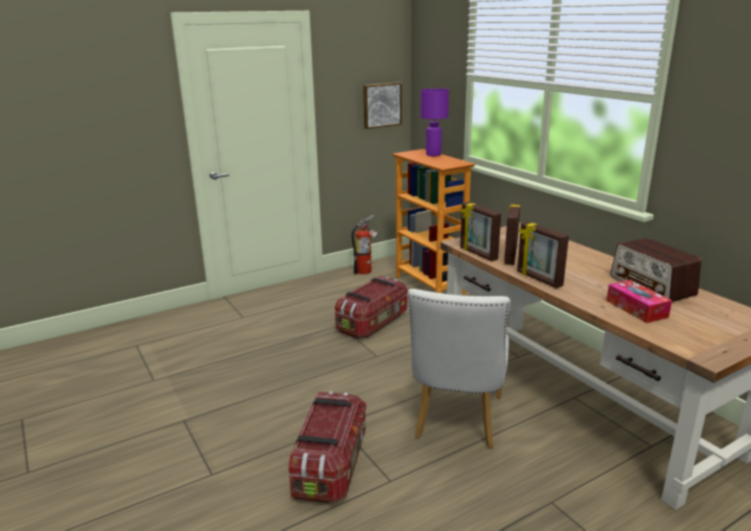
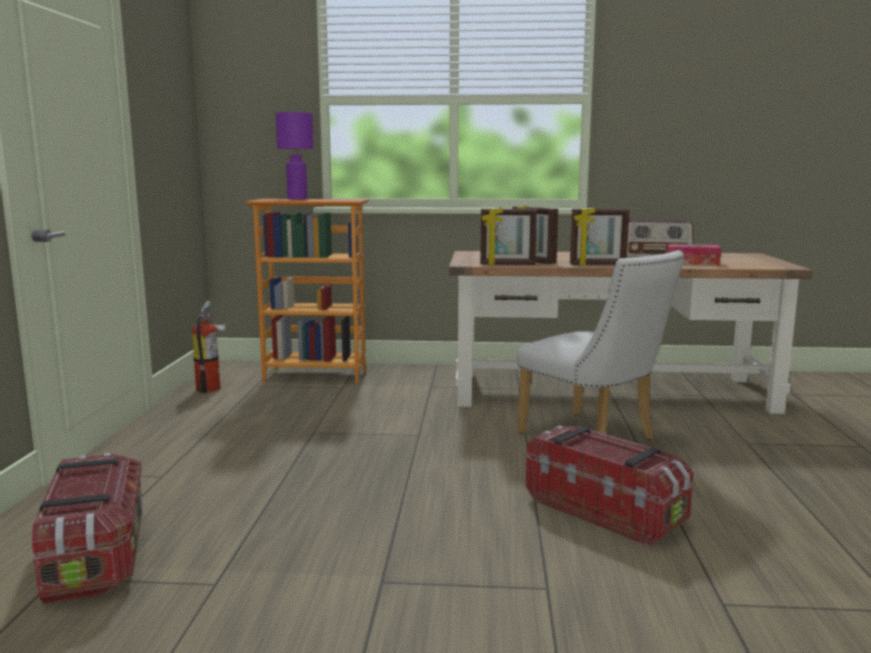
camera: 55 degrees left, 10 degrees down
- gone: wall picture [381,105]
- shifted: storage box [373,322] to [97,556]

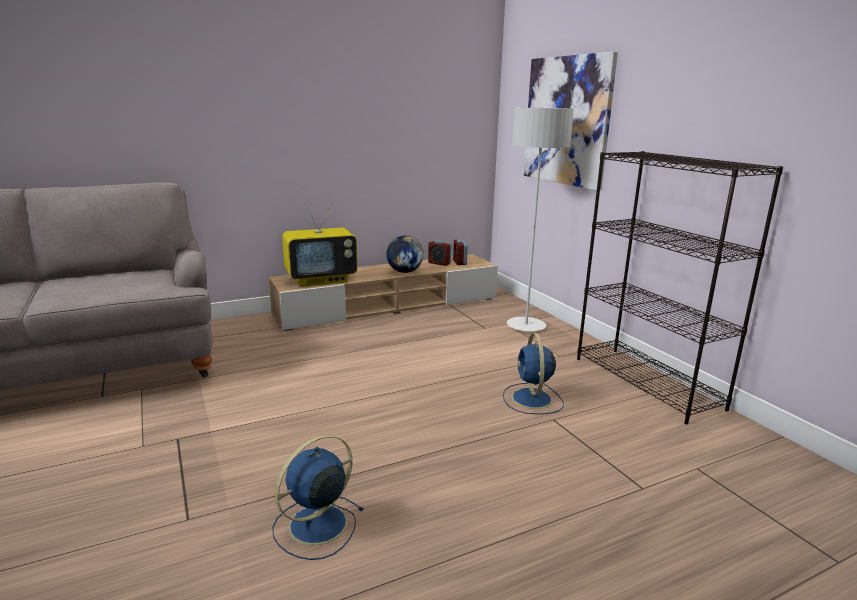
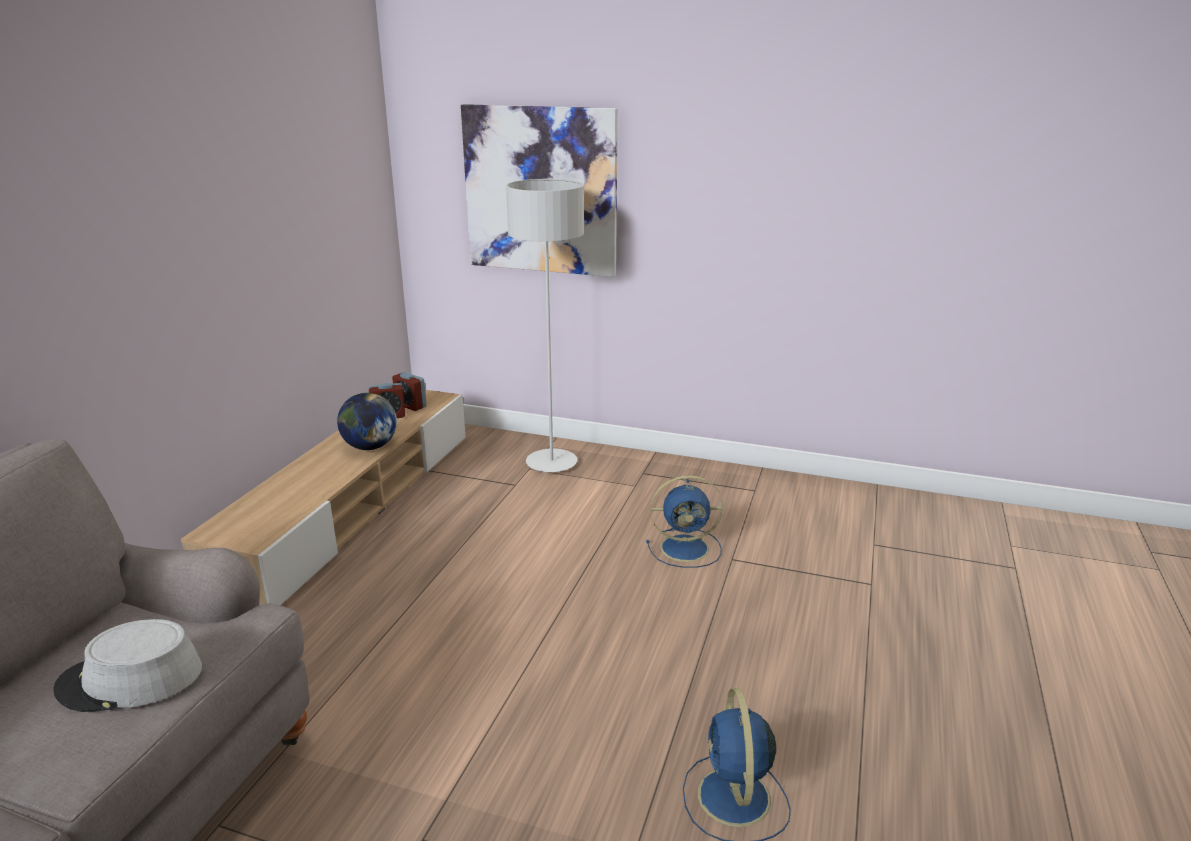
camera: 45 degrees left, 5 degrees up
- gone: black-coloured bookshelf [647,383]
- gone: television [321,280]
- rotated: blue-coloured cooling fan [532,399] = [687,548] 45 degrees counterclockwise
- new: gray wearable hat [130,680]

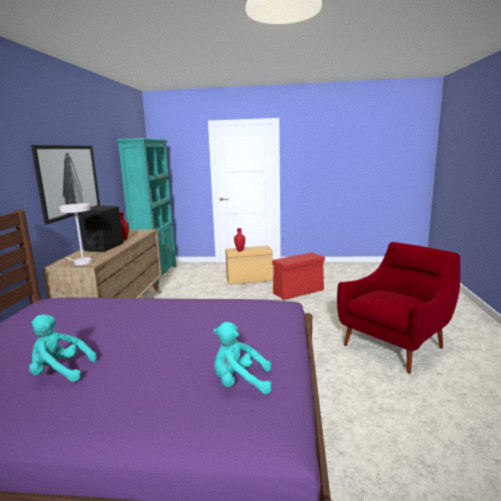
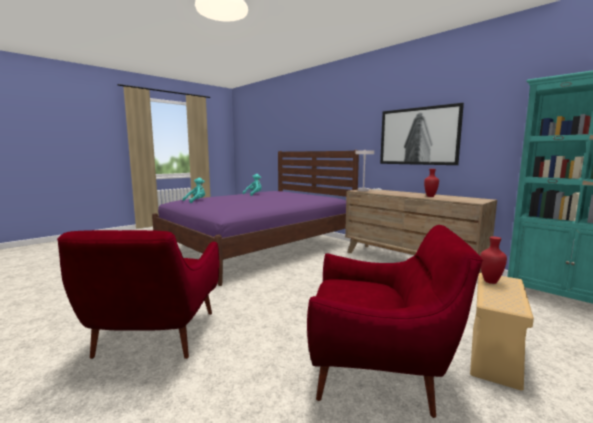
camera: 130 degrees right, 5 degrees down
- gone: black-coloured speaker [104,247]
- swapped: reddish storage box [299,291] to reddish lounge chair [380,371]

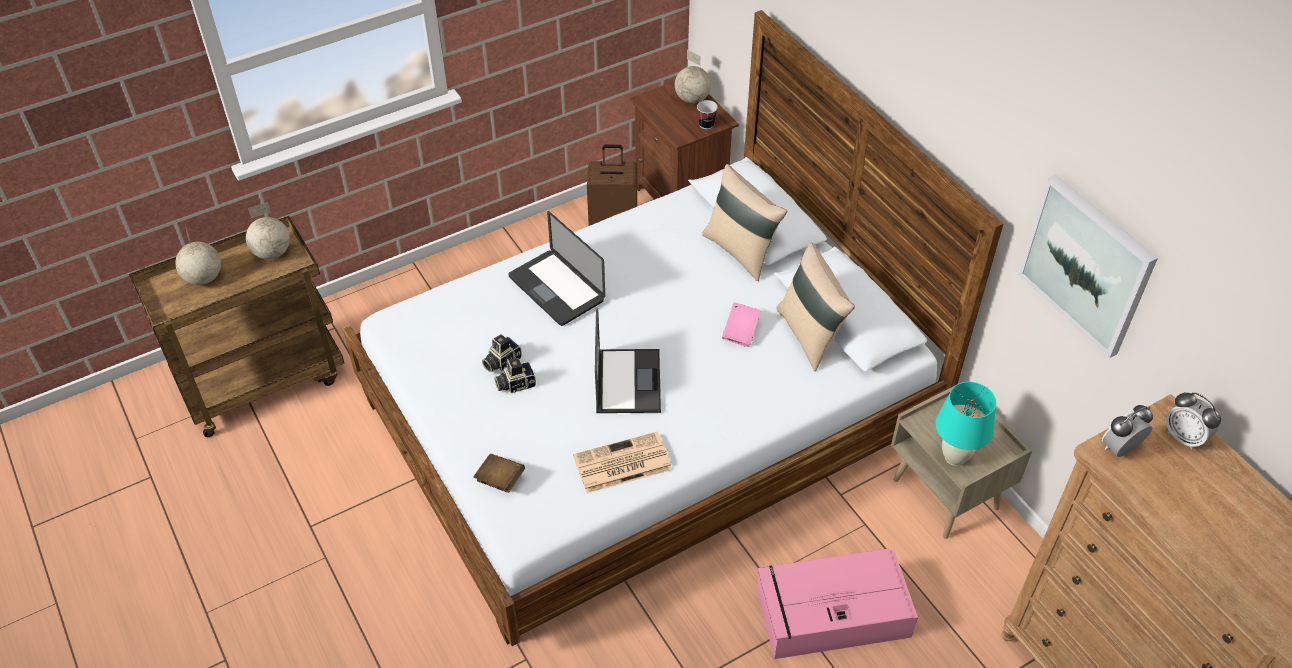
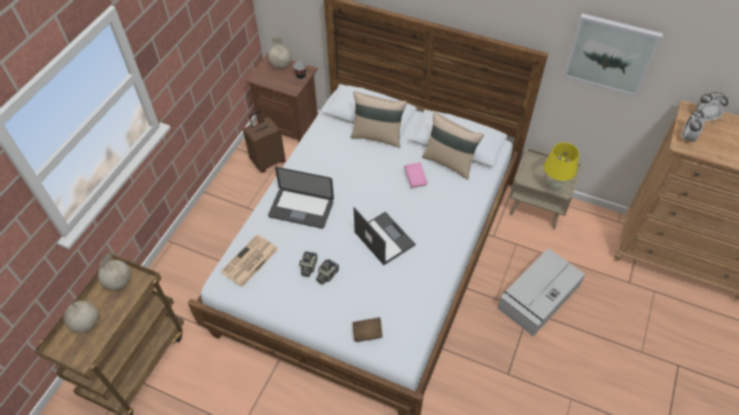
camera: 35 degrees left, 5 degrees up
- repainted: blue-green table lamp [954,458] to yellowish table lamp [554,186]
- shifted: printed paper [621,464] to [249,261]
- repainted: pinkish storage box [830,614] to gray storage box [538,297]

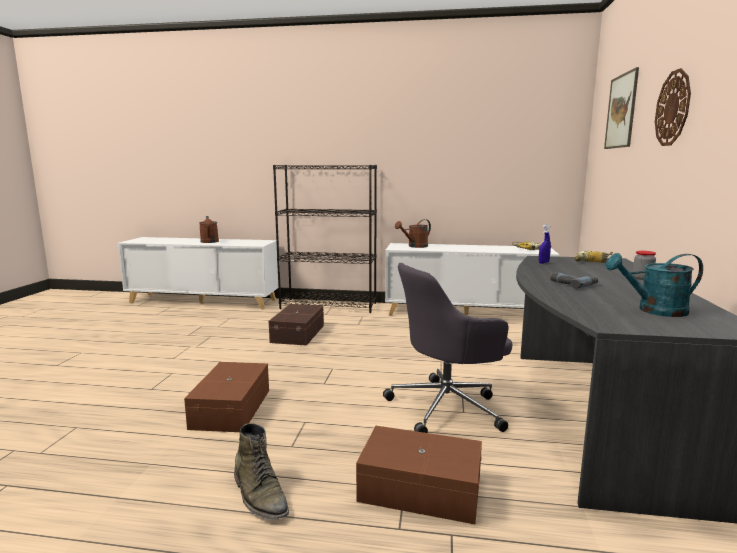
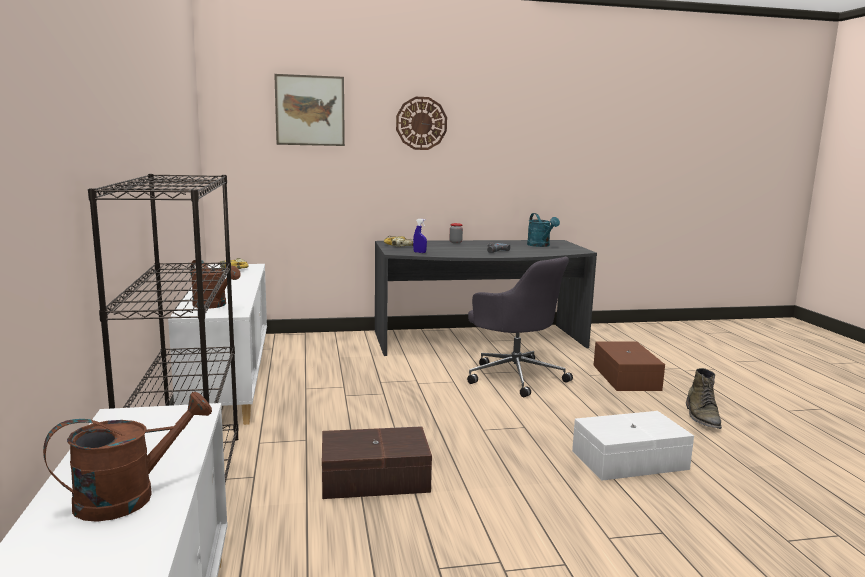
camera: 110 degrees left, 0 degrees up
- repainted: brown-coloured storage box [233,408] to white storage box [627,459]
- rotated: green high-top boot [260,495] = [702,416] 150 degrees clockwise

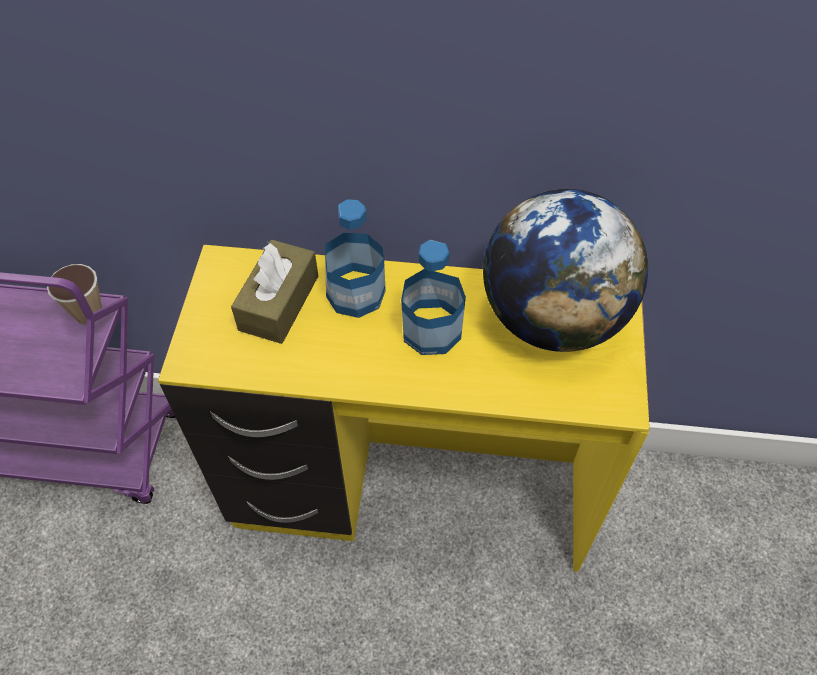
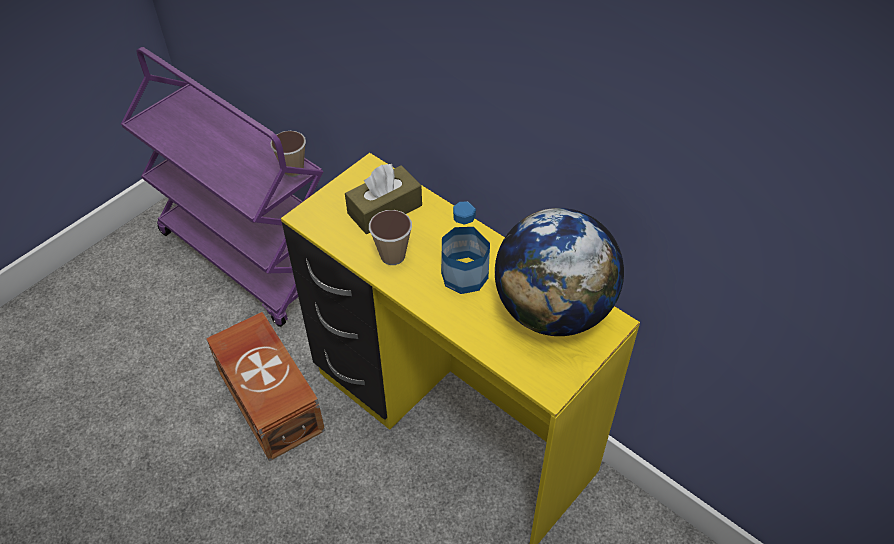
camera: 35 degrees right, 5 degrees down
- gone: beverage bottle [355,293]
- new: drinking cup [392,256]
- new: brown-coloured storage box [271,398]

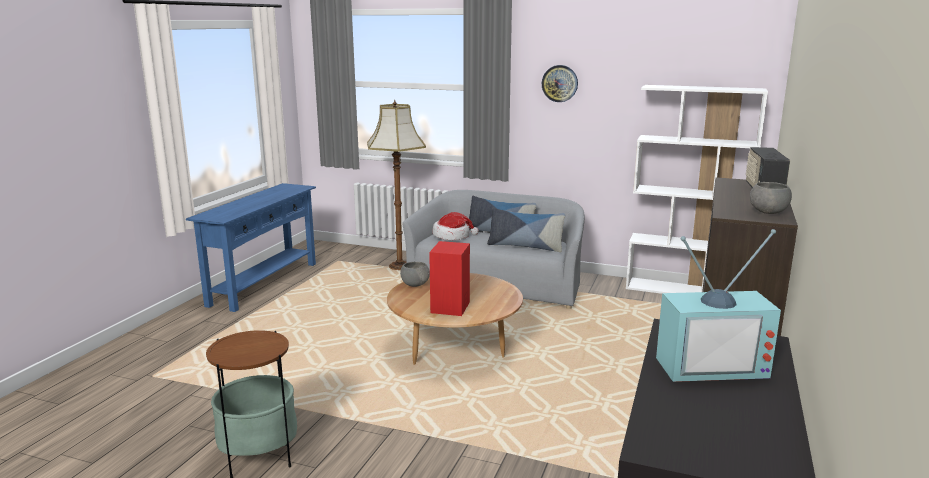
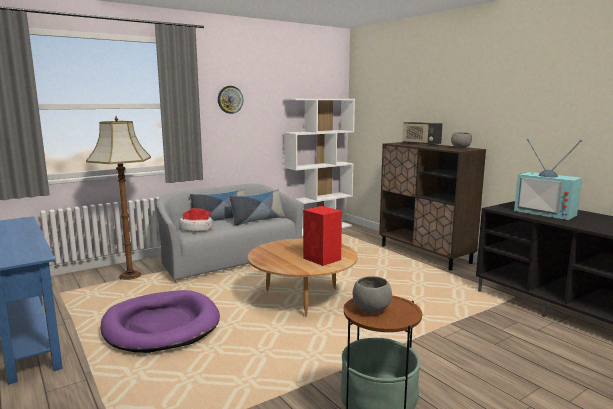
camera: 55 degrees left, 5 degrees down
- rotated: television [710,365] = [546,212] 105 degrees clockwise
- shifted: gray bowl [415,285] to [370,309]
- new: purple-coloured dog bed [161,325]

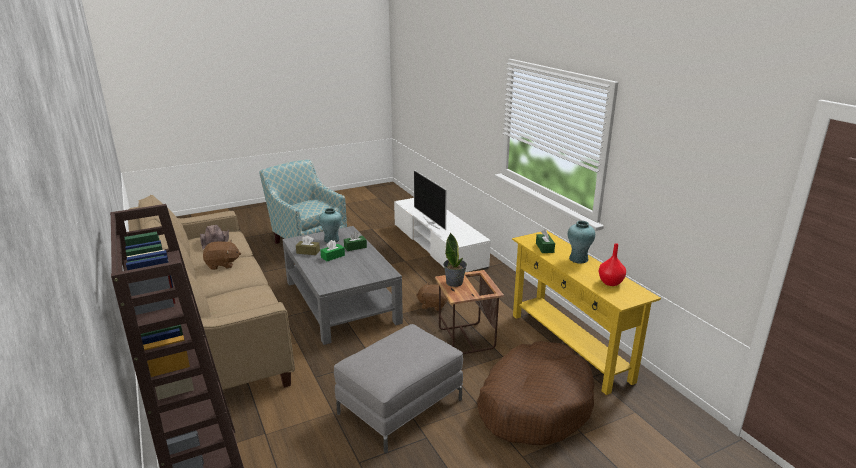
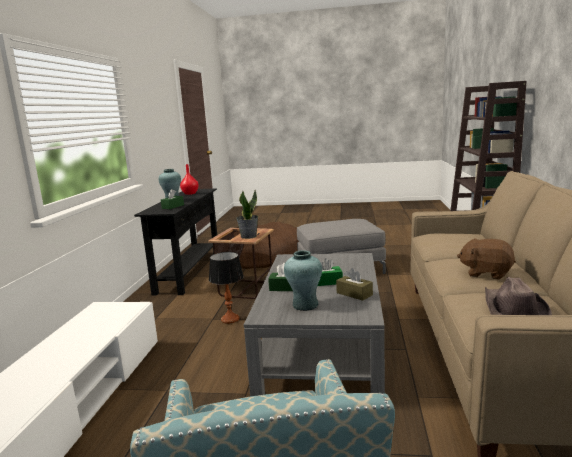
camera: 145 degrees left, 10 degrees down
- gone: television [432,223]
- repainted: yellowish narrow table [569,346] to black-coloured narrow table [188,272]
- swapped: brown-coloured plush toy [433,305] to table lamp [230,319]

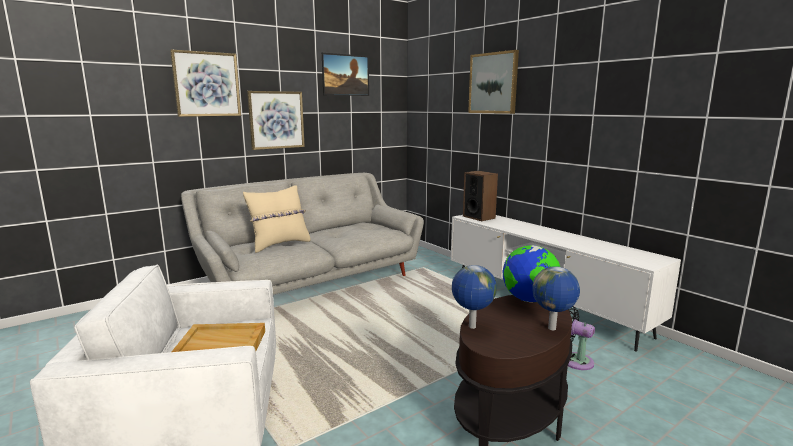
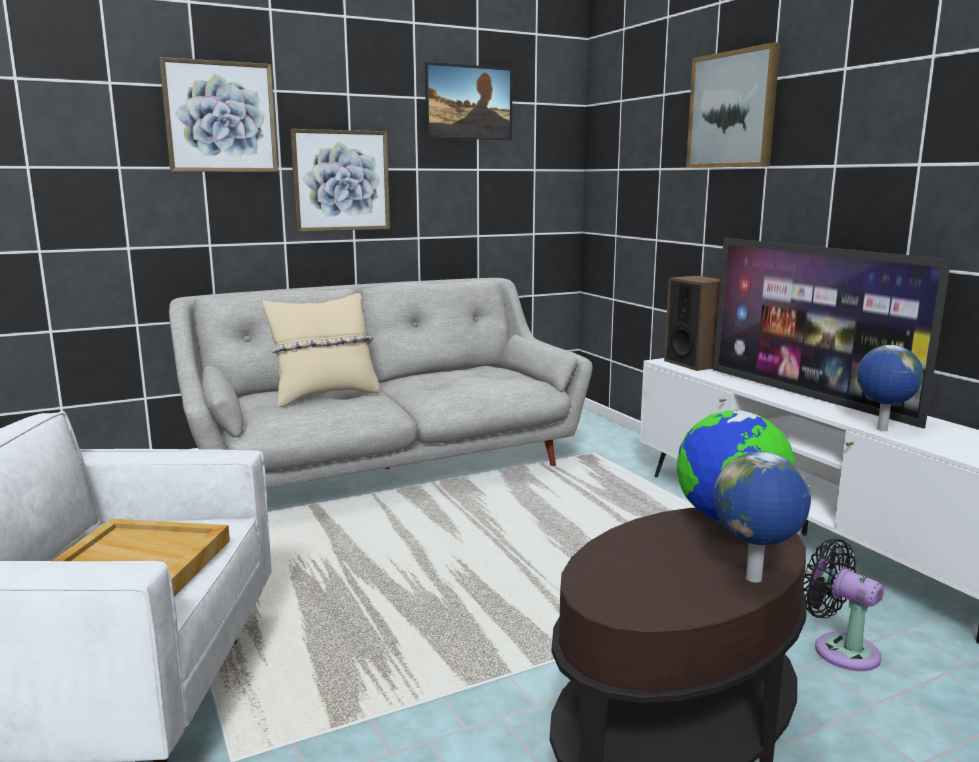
camera: 10 degrees right, 0 degrees up
- shifted: world globe [471,327] to [881,430]
- new: television [809,396]

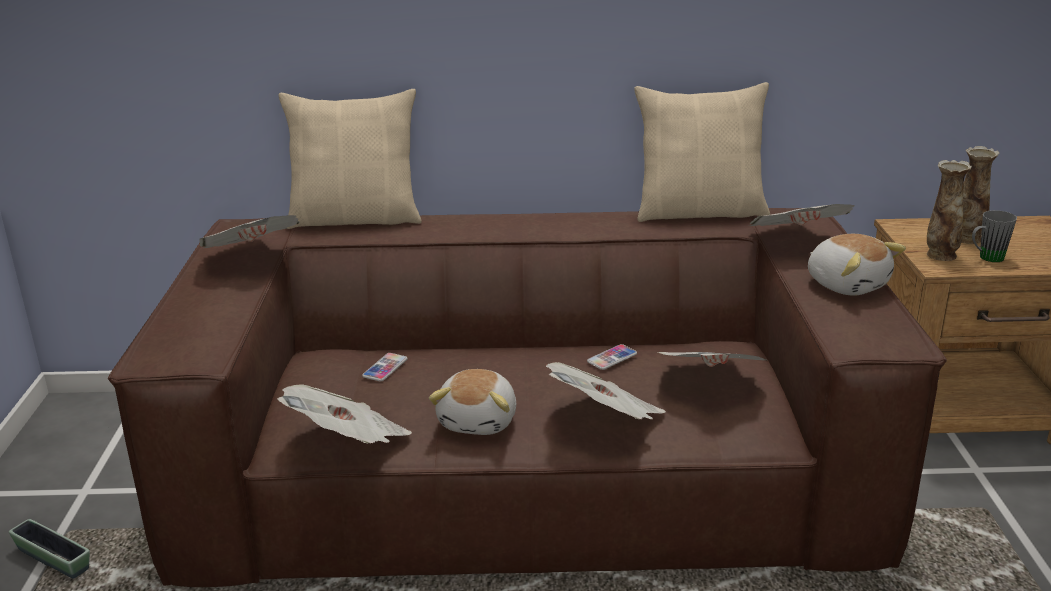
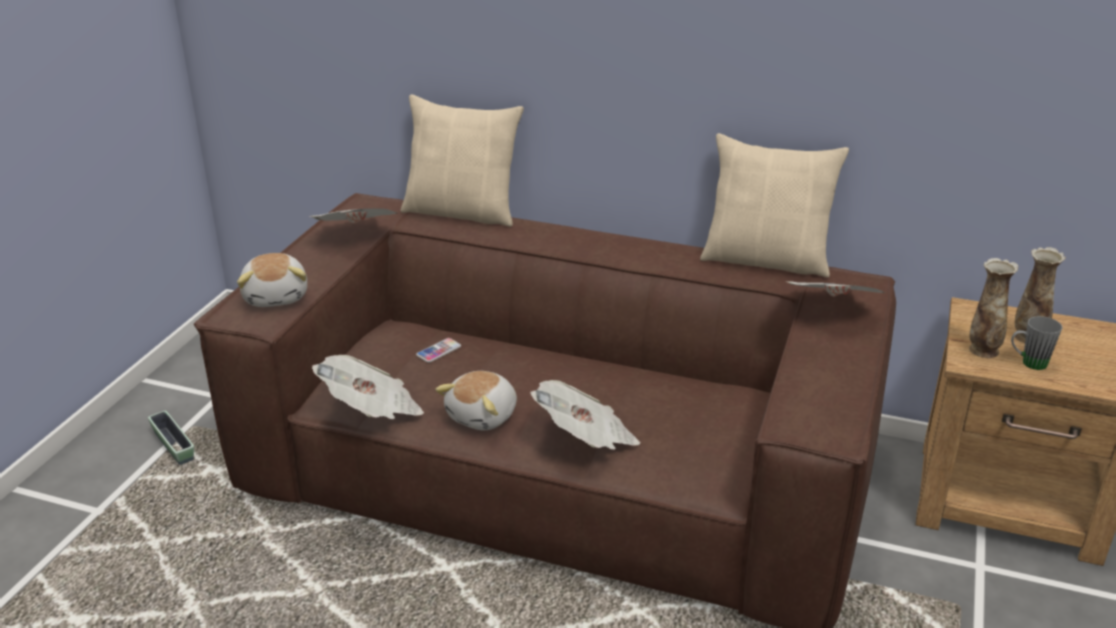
camera: 20 degrees right, 5 degrees up
- shifted: plush toy [847,284] to [277,296]
- gone: phone [612,358]
- gone: printed paper [710,382]

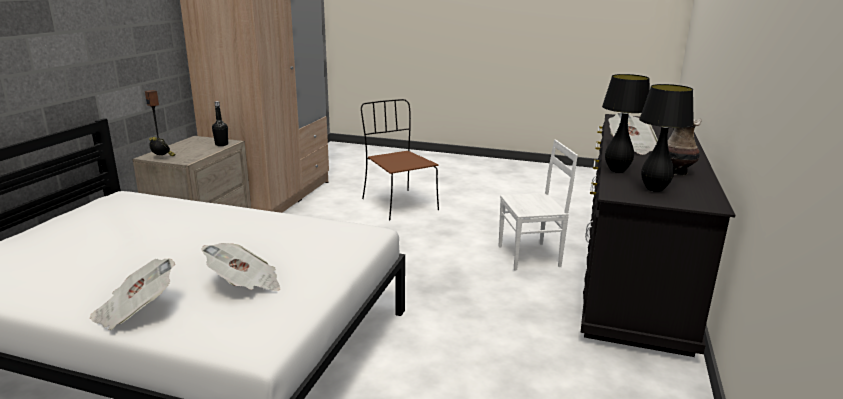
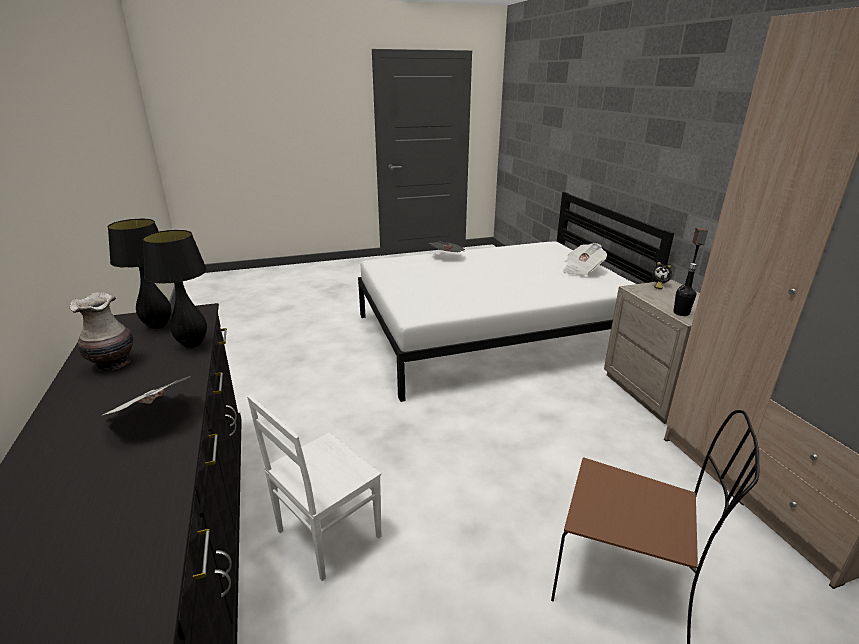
camera: 145 degrees right, 5 degrees up
- shifted: printed paper [245,285] to [581,270]

